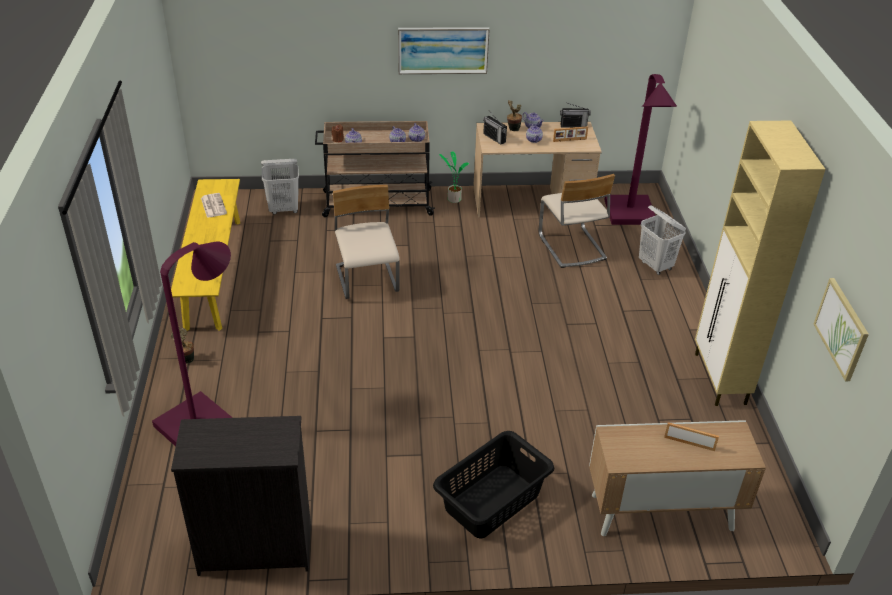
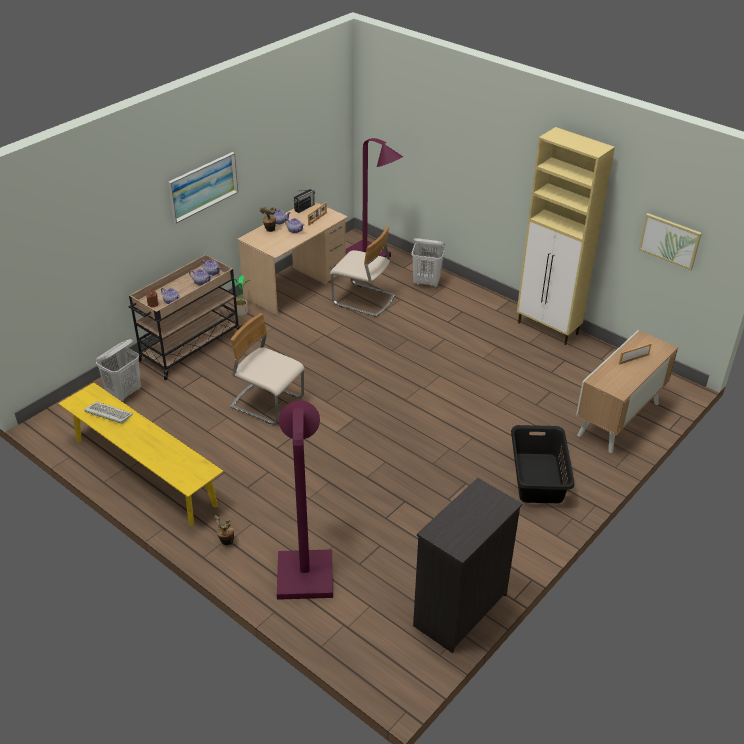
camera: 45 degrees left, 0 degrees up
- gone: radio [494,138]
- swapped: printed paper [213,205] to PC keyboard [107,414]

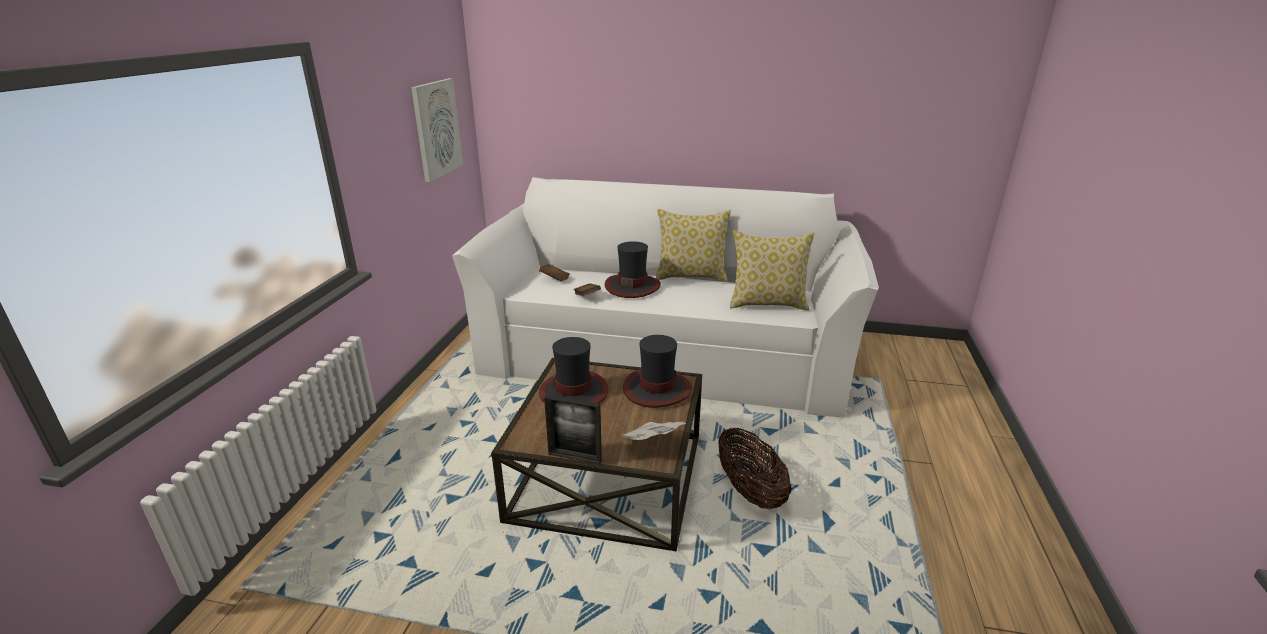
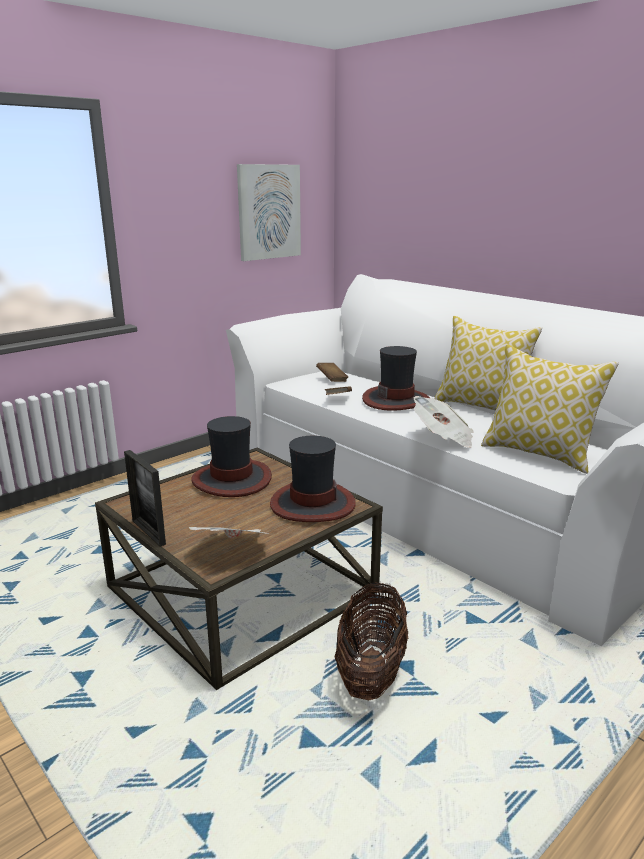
camera: 35 degrees right, 5 degrees down
- new: printed paper [443,438]

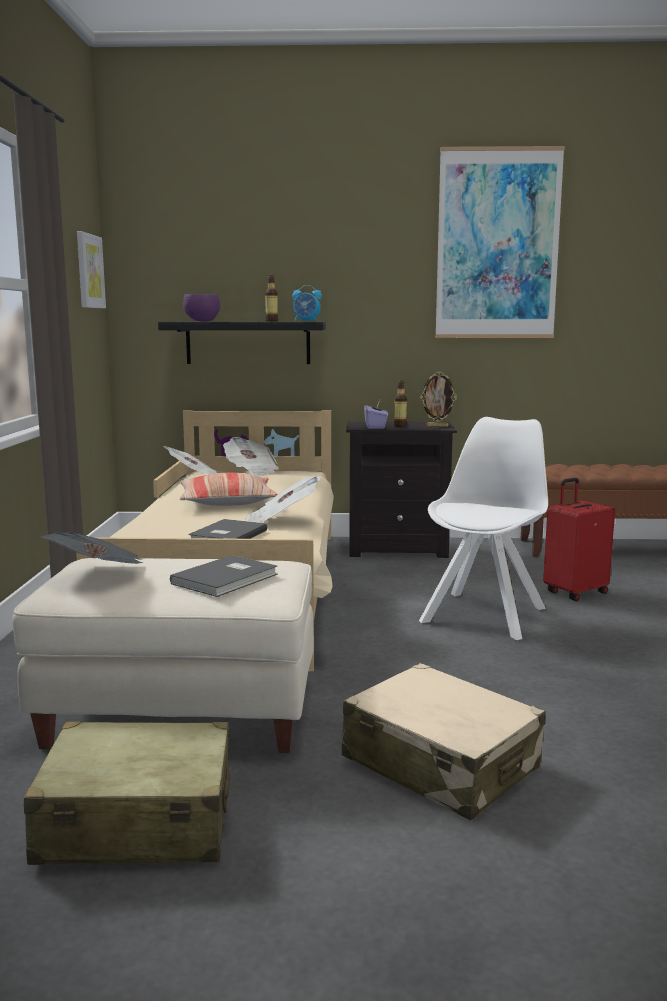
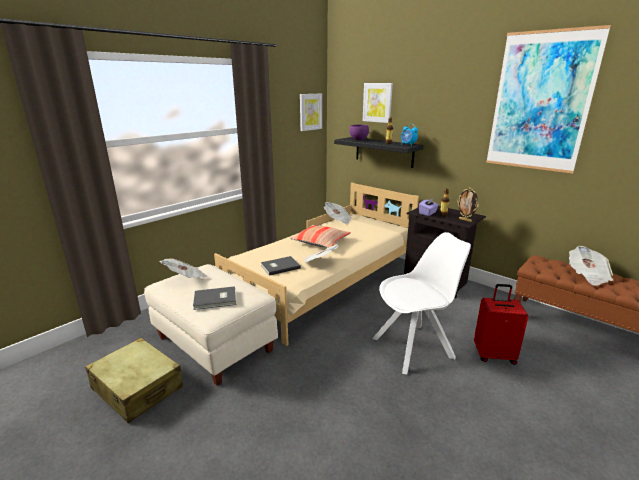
camera: 40 degrees right, 10 degrees up
- shifted: printed paper [251,471] to [587,275]
- gone: sand-coloured piece of luggage [440,763]
- new: wall picture [377,102]

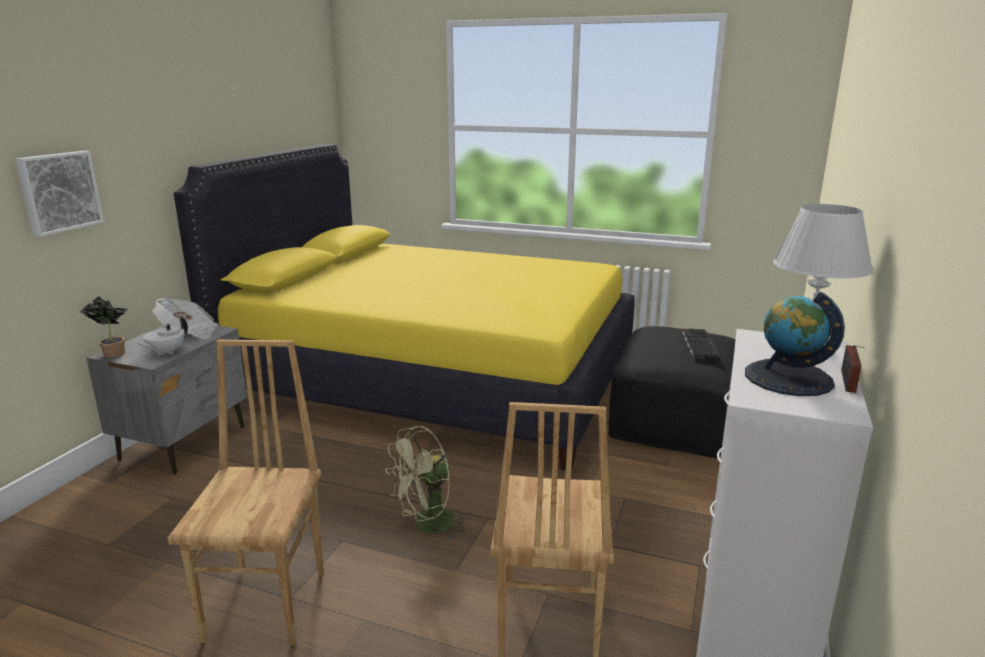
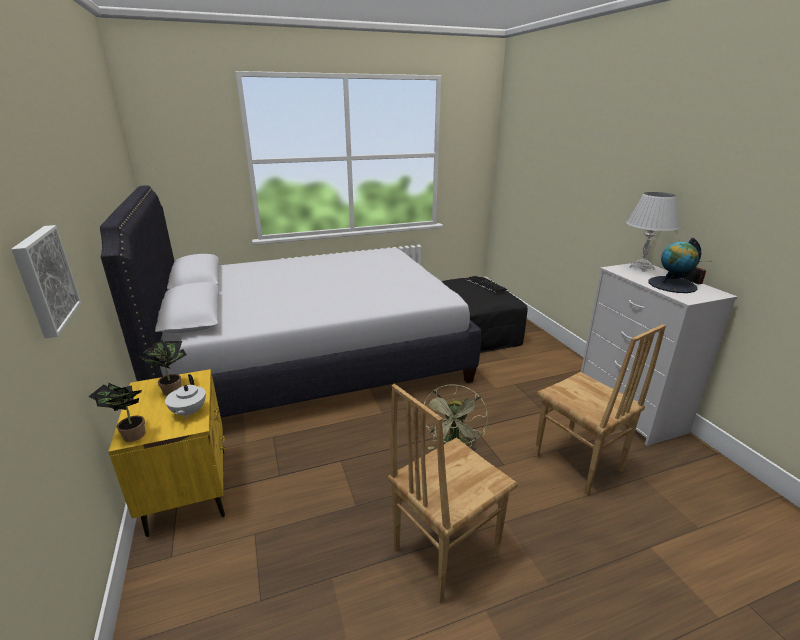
camera: 40 degrees left, 5 degrees up
- repainted: yellowish bedroom bed [434,379] to white bedroom bed [313,359]
- swapped: printed paper [188,333] to plant in a pot [172,389]
- repainted: gray bedside table [185,442] to yellowish bedside table [189,489]
- rotated: brown-coloured upright chair [268,603] = [444,551] 90 degrees counterclockwise

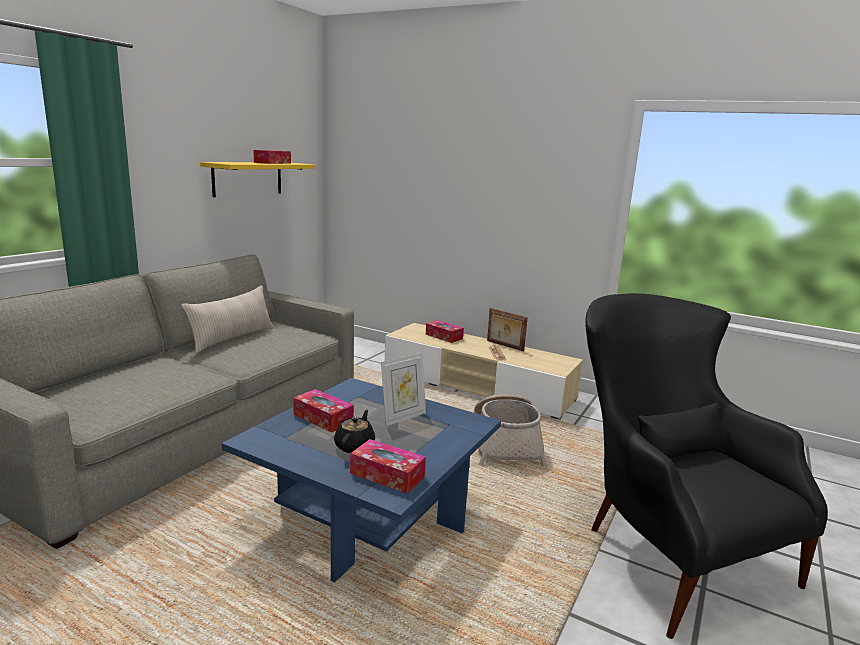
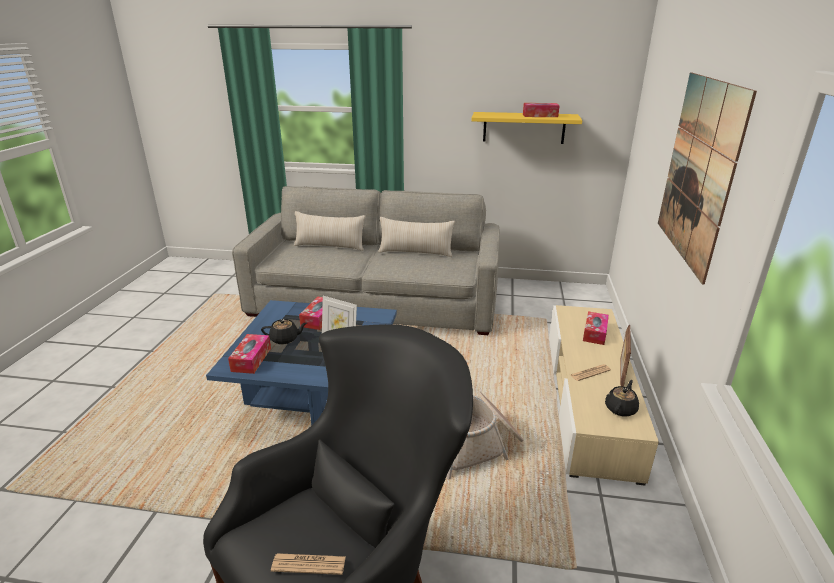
camera: 70 degrees right, 10 degrees up
- new: wall picture [699,171]
- new: sand-coloured throw pillow [330,246]
- new: black-coloured teapot [621,408]
- new: printed paper [309,564]

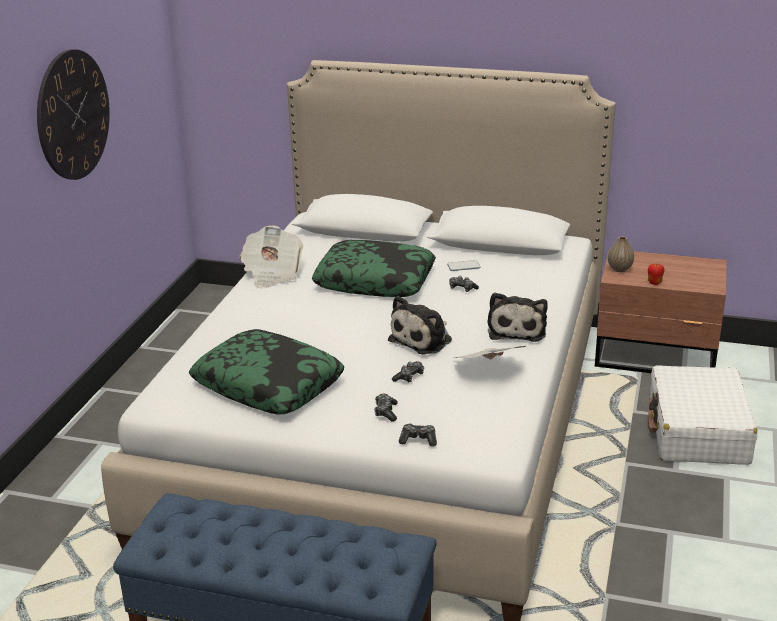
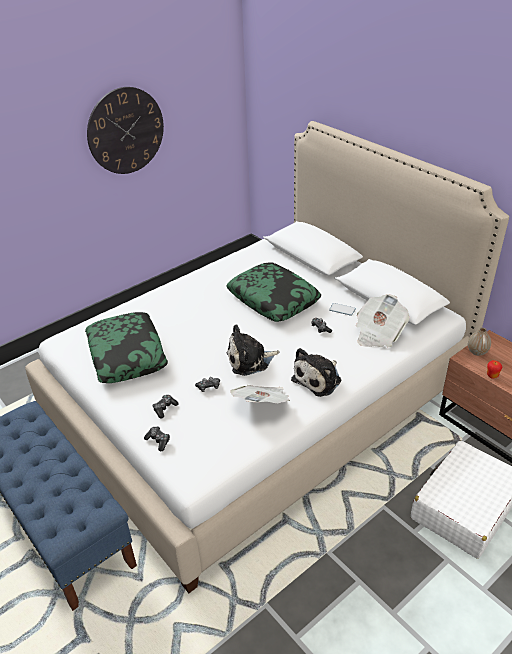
camera: 35 degrees right, 10 degrees up
- shifted: printed paper [272,273] to [378,333]

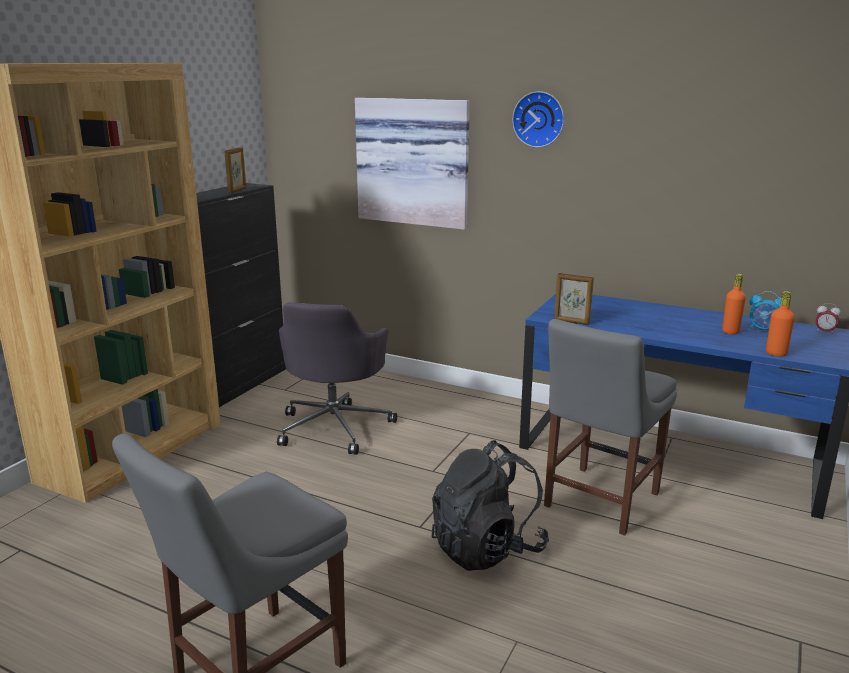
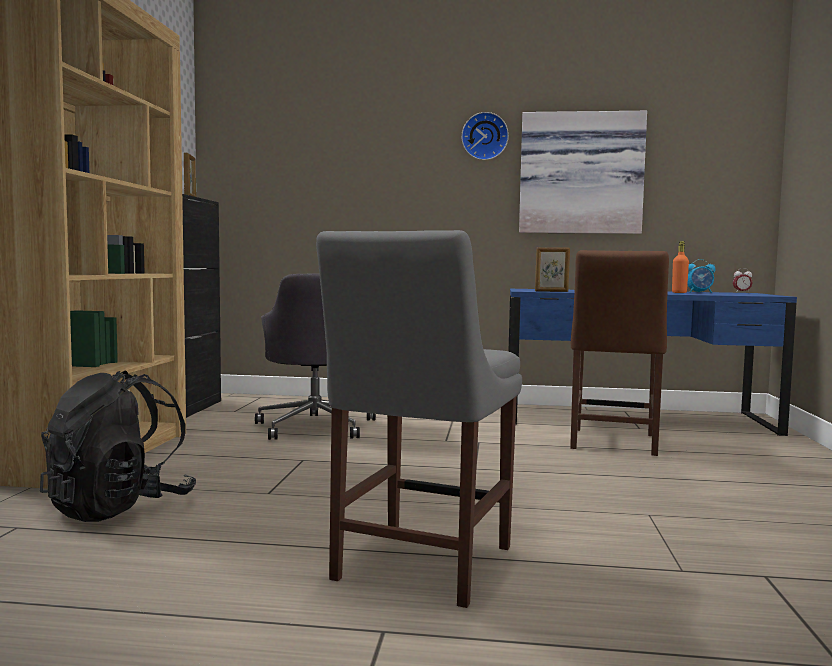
camera: 20 degrees left, 15 degrees down
- shifted: wall picture [414,162] to [580,174]
- gone: orangey beverage bottle [776,354]
- repainted: gray upright chair [598,502] to brown-coloured upright chair [612,443]
- shifted: black-coloured backpack [487,548] to [119,507]

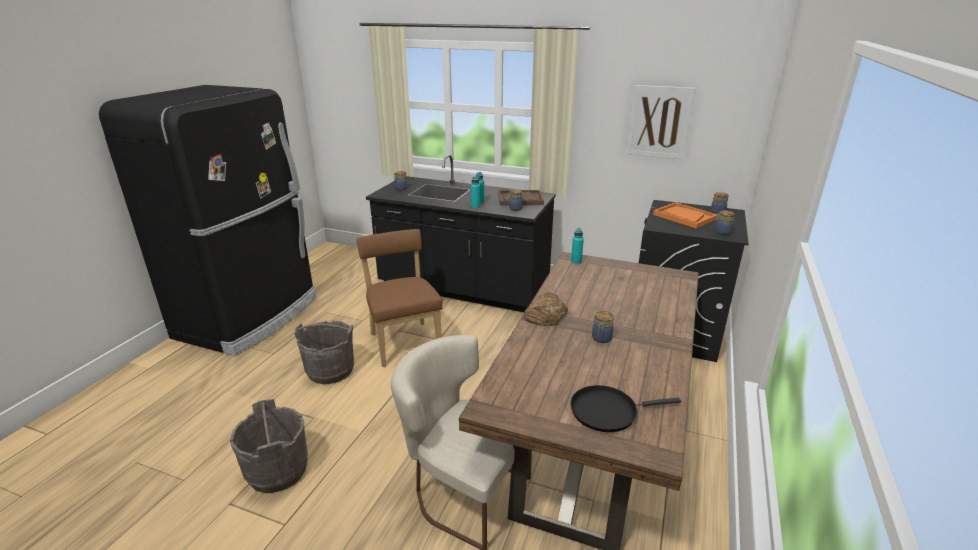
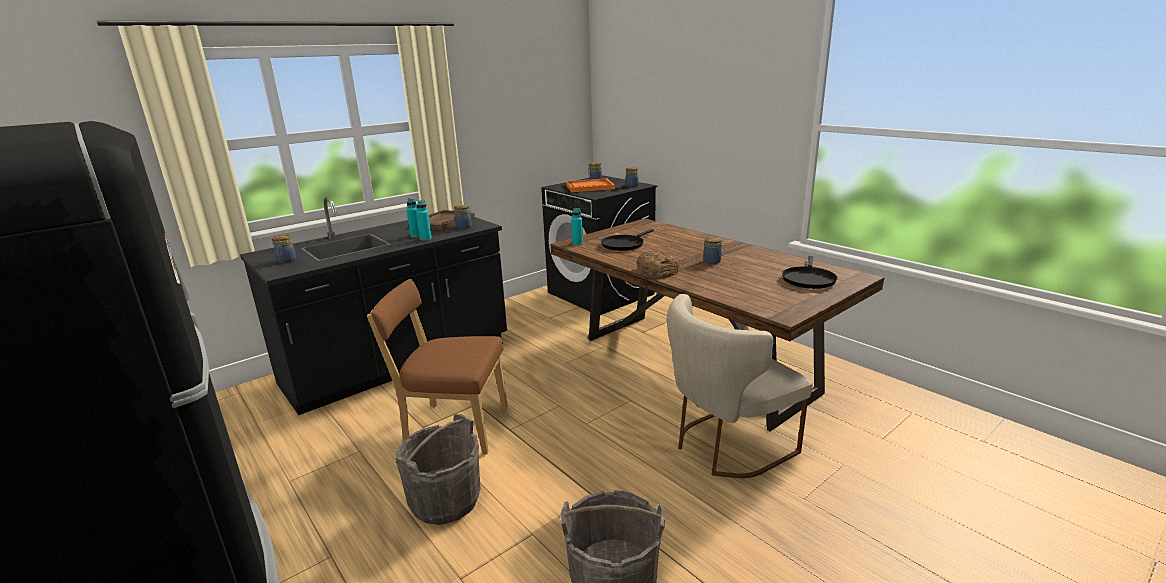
camera: 60 degrees left, 5 degrees down
- gone: wall picture [659,122]
- new: black-coloured skillet [624,244]

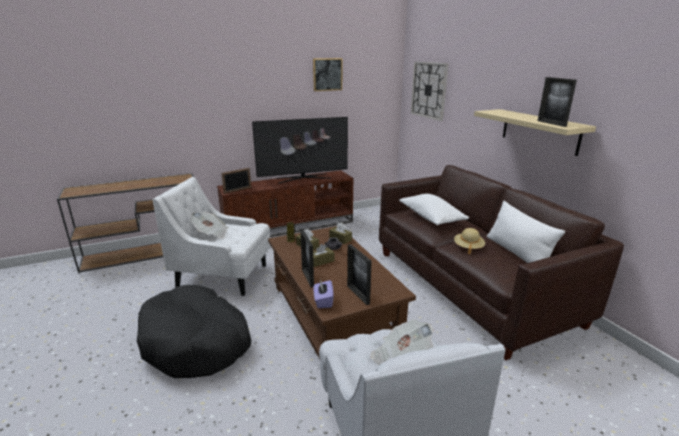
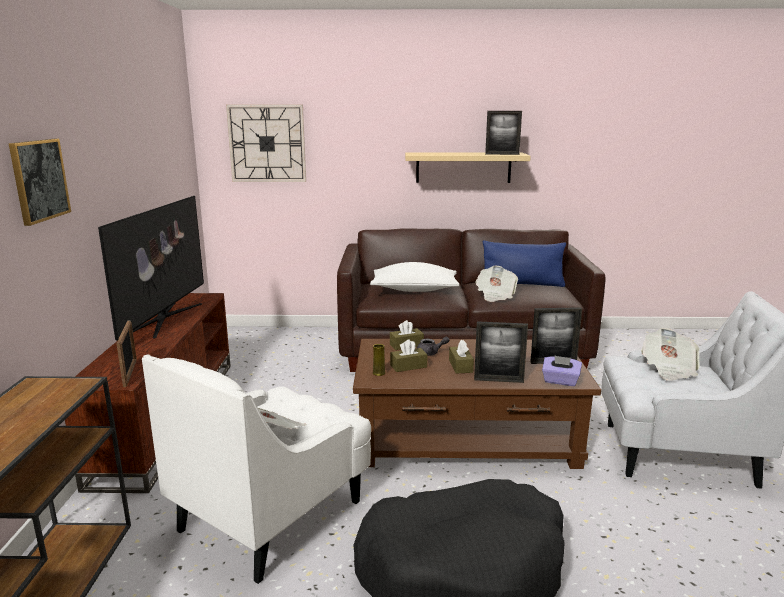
camera: 65 degrees left, 5 degrees down
- shifted: wall picture [327,74] to [39,180]
- repainted: white throw pillow [517,253] to blue-coloured throw pillow [522,284]
- swapped: sand-coloured wearable hat [468,247] to printed paper [495,295]

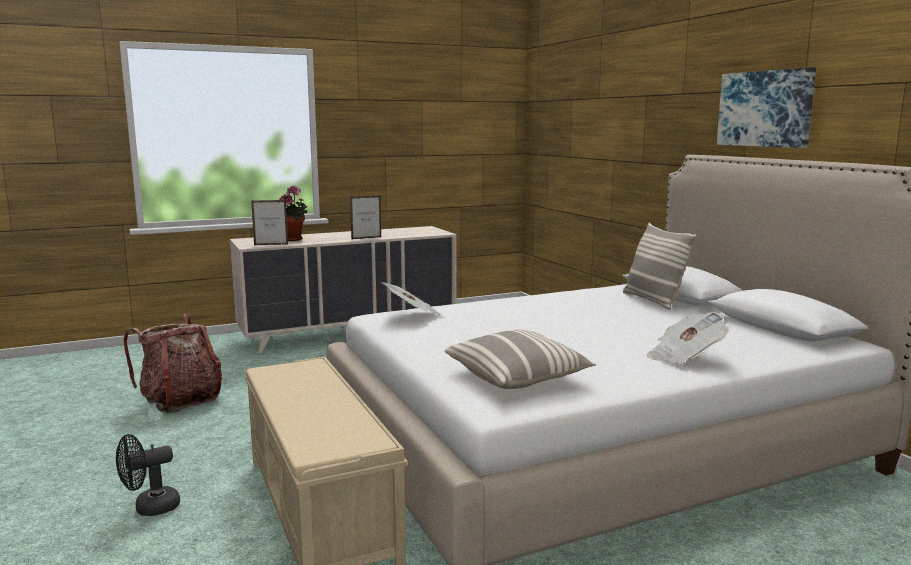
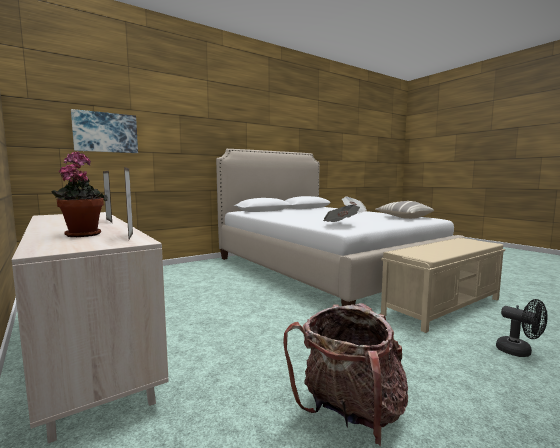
camera: 100 degrees left, 5 degrees down
- shifted: wall picture [765,109] to [105,132]
- gone: throw pillow [653,301]

